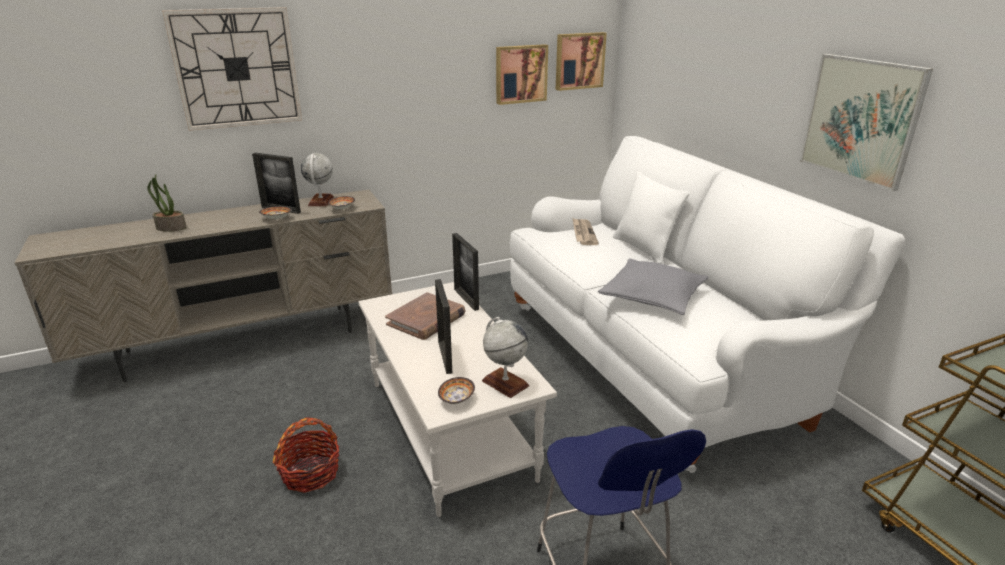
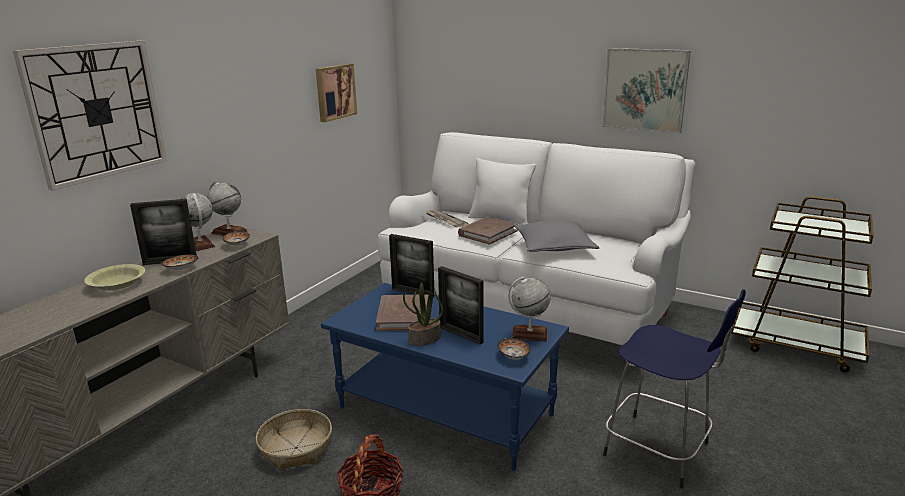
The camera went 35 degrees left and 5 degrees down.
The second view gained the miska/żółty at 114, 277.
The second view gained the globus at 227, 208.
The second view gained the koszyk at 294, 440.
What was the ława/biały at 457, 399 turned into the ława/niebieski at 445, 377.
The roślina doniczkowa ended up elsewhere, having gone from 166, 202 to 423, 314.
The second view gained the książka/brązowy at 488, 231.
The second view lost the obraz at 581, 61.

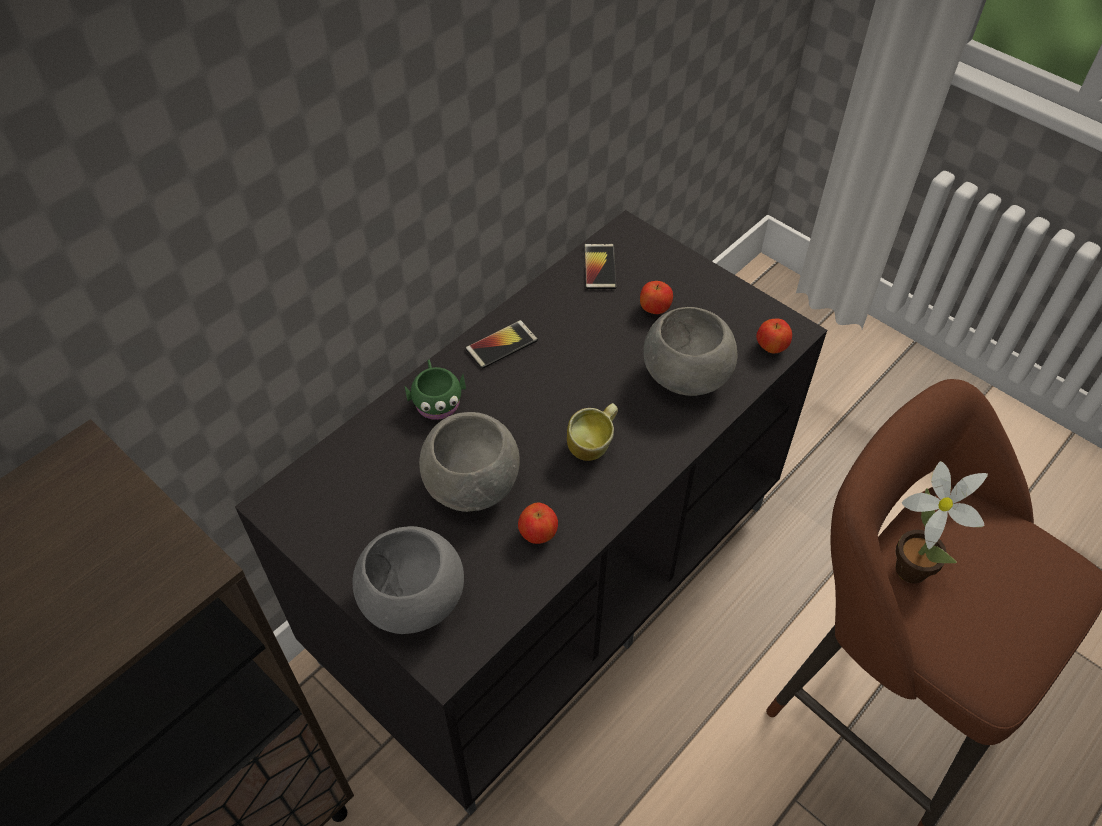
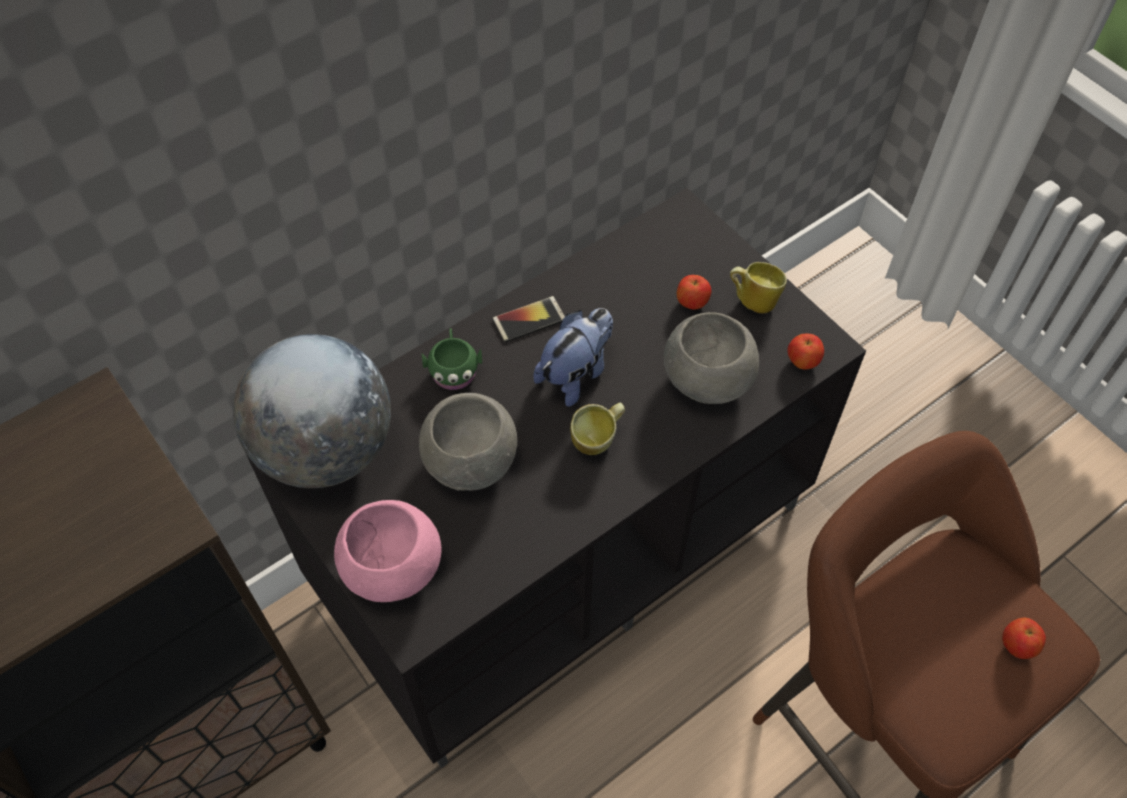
The camera went 10 degrees right and 5 degrees up.
The second view gained the globus at 312, 411.
What was the miska/szary at 408, 580 turned into the miska/różowy at 387, 551.
The second view gained the pluszak at 573, 357.
The second view gained the kubek at 758, 287.
The jabłko ended up elsewhere, having gone from 538, 523 to 1024, 638.
The second view lost the telefon at 600, 266.
The second view lost the roślina doniczkowa at 941, 522.

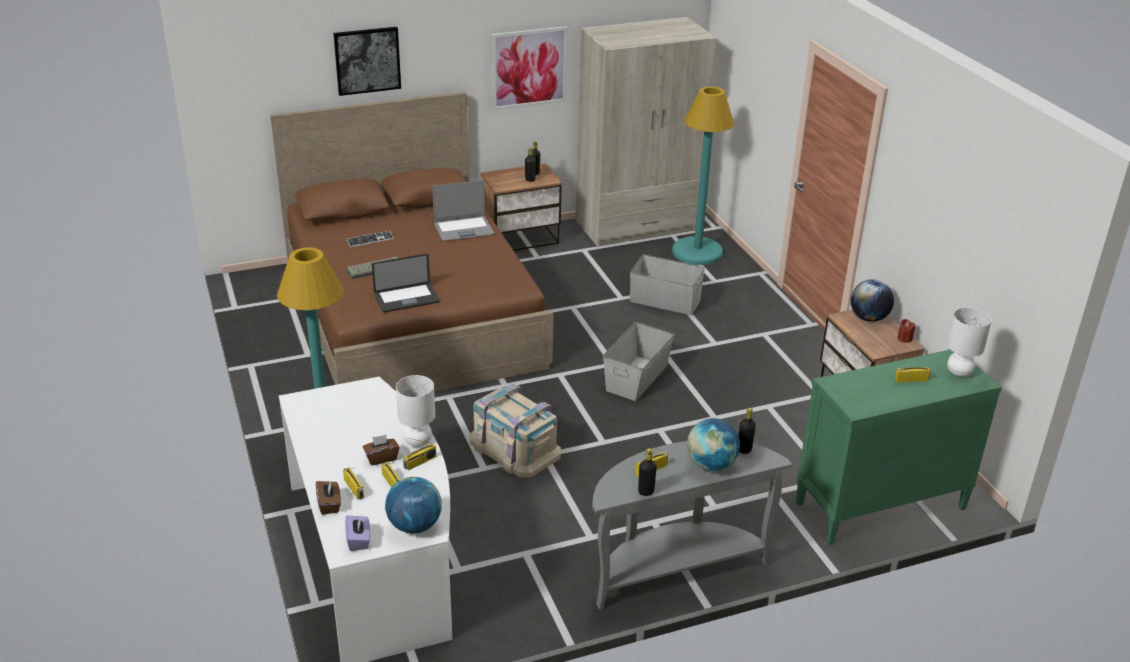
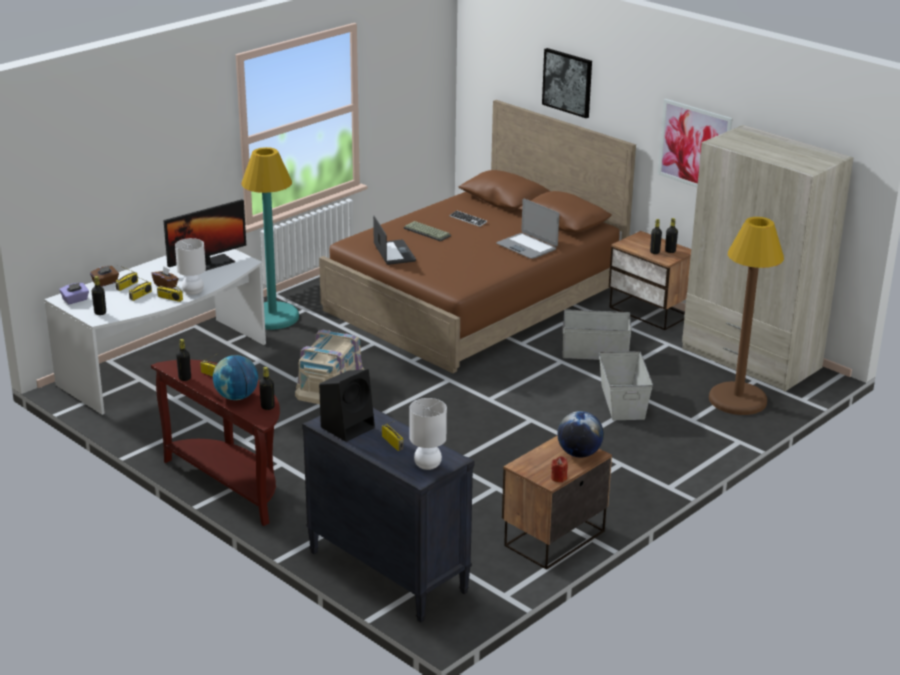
The camera went 65 degrees right and 5 degrees down.
Where the globus stood at 413, 505, the butelka/czarny came to stand at 98, 295.
What was the stolik konsolowy/szary at 692, 525 turned into the stolik konsolowy/brązowy at 215, 443.
The second view gained the monitor at 205, 235.
What was the komoda/zielony at 899, 447 turned into the komoda/czarny at 388, 515.
The second view gained the głośnik/czarny at 347, 405.
The laptop at 405, 283 ended up facing another way, 150 degrees counterclockwise from before.
The pojemnik do przechowywania/szary ended up elsewhere, having gone from 638, 361 to 596, 334.
What was the lampa stojąca/turkusowy at 703, 175 turned into the lampa stojąca/brązowy at 746, 316.

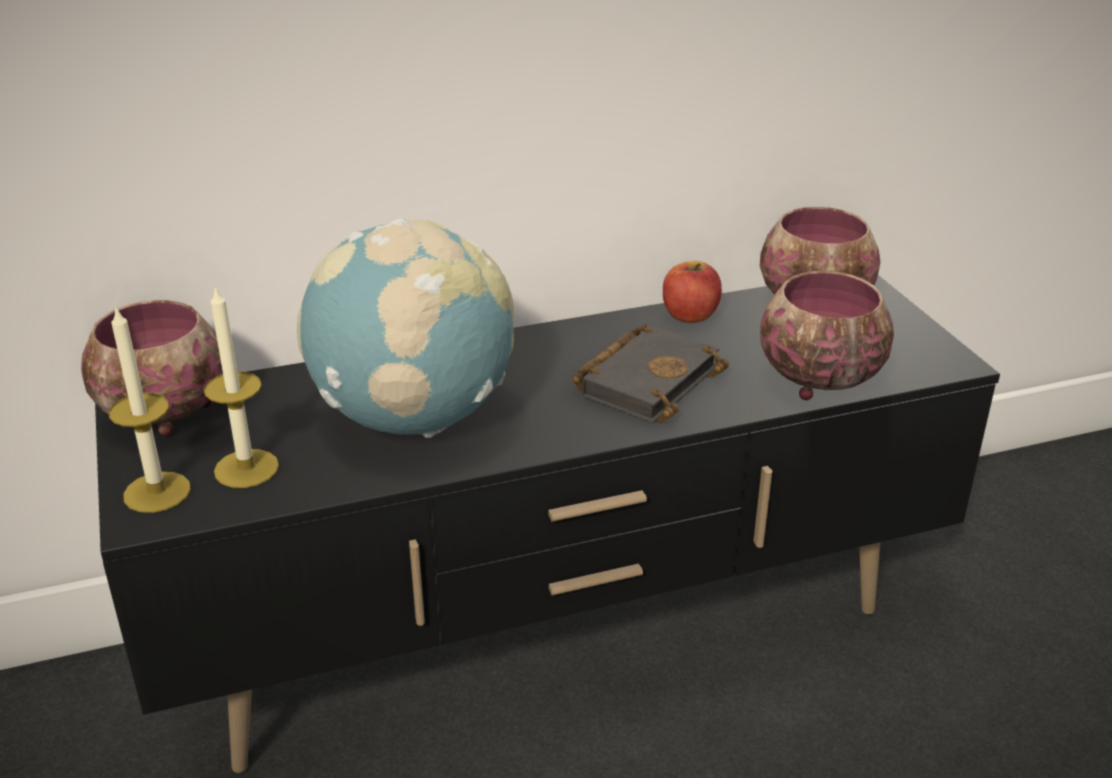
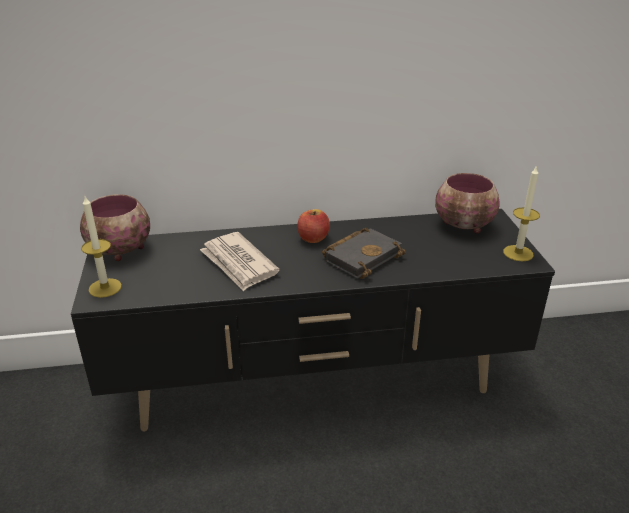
The camera went 10 degrees right and 0 degrees up.
Where the globus stood at 405, 328, the gazeta came to stand at 240, 261.
The jabłko ended up elsewhere, having gone from 692, 292 to 313, 226.
The świeca ended up elsewhere, having gone from 241, 386 to 521, 213.
The second view lost the miska at 827, 335.

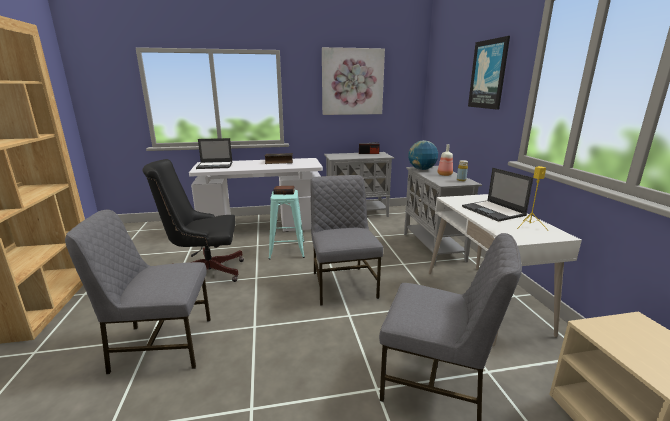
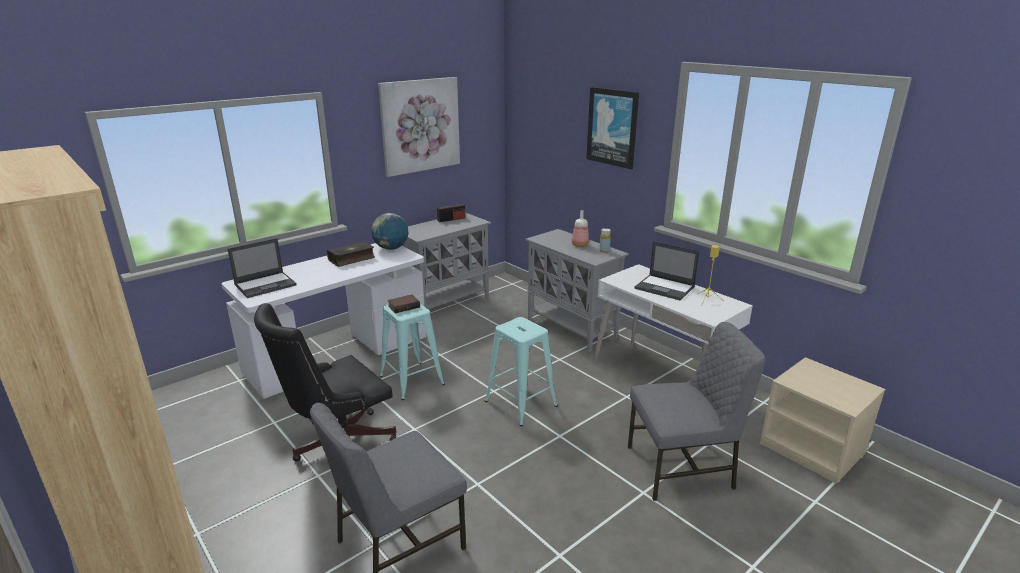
The camera went 30 degrees left and 5 degrees up.
The globus ended up elsewhere, having gone from 423, 155 to 389, 231.
Where the krzesło/szary stood at 346, 240, the stołek/turkusowy came to stand at 521, 371.

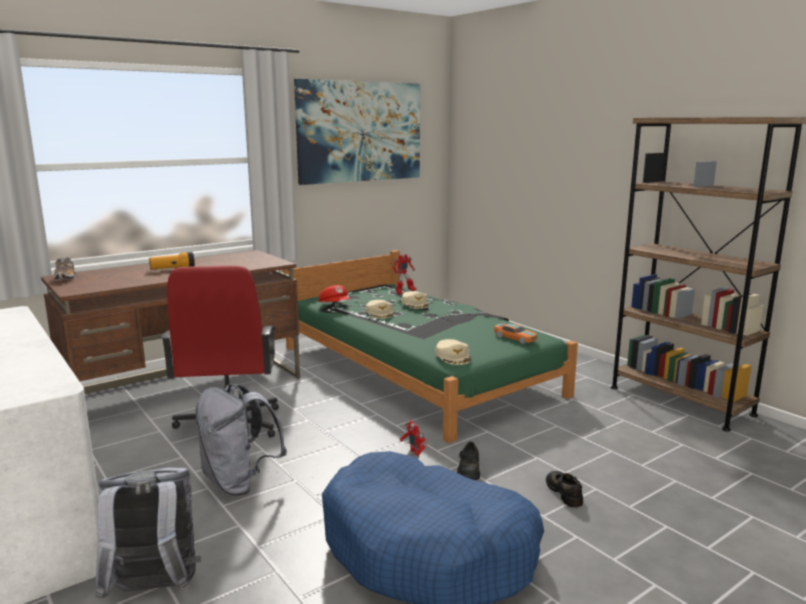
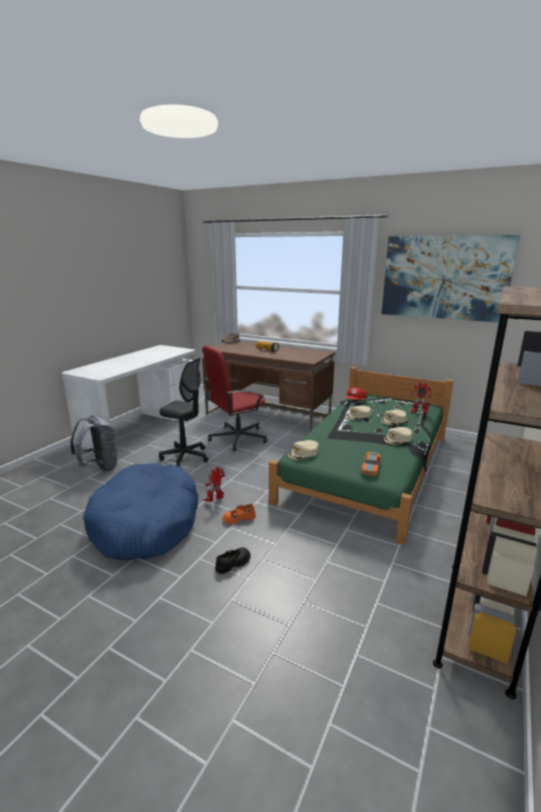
The camera went 65 degrees right and 5 degrees up.
Where the plecak/szary stood at 241, 439, the krzesło biurowe/czarny came to stand at 184, 412.
What was the but/czarny at 468, 461 turned into the but/pomarańczowy at 239, 514.
The second view gained the czapka z daszkiem/beżowy at 398, 436.

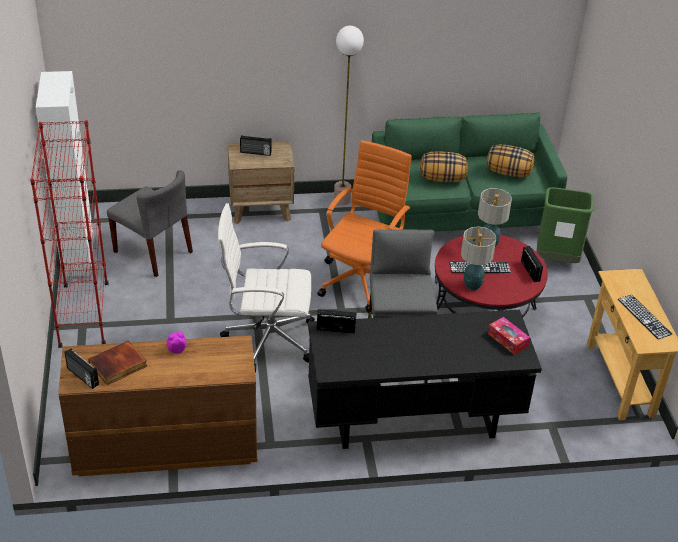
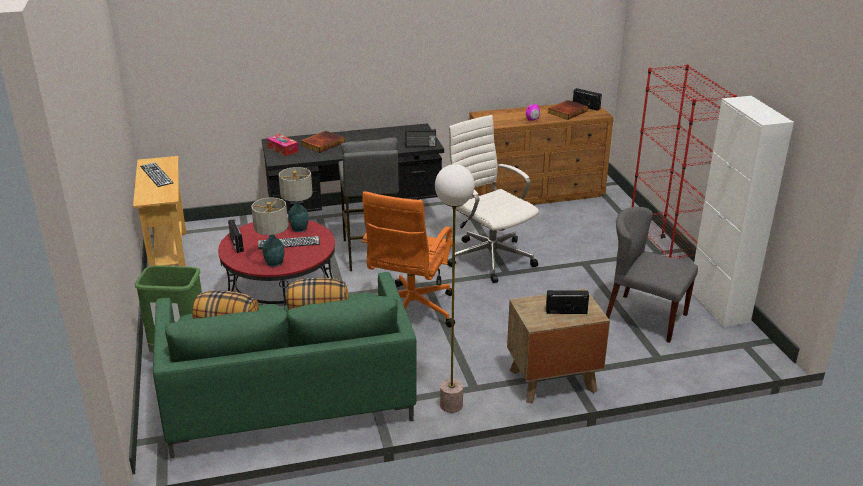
The camera went 175 degrees right and 10 degrees down.
The second view gained the książka at 322, 142.
The krzesło biurowe/biały at 266, 287 ended up facing another way, 120 degrees counterclockwise from before.

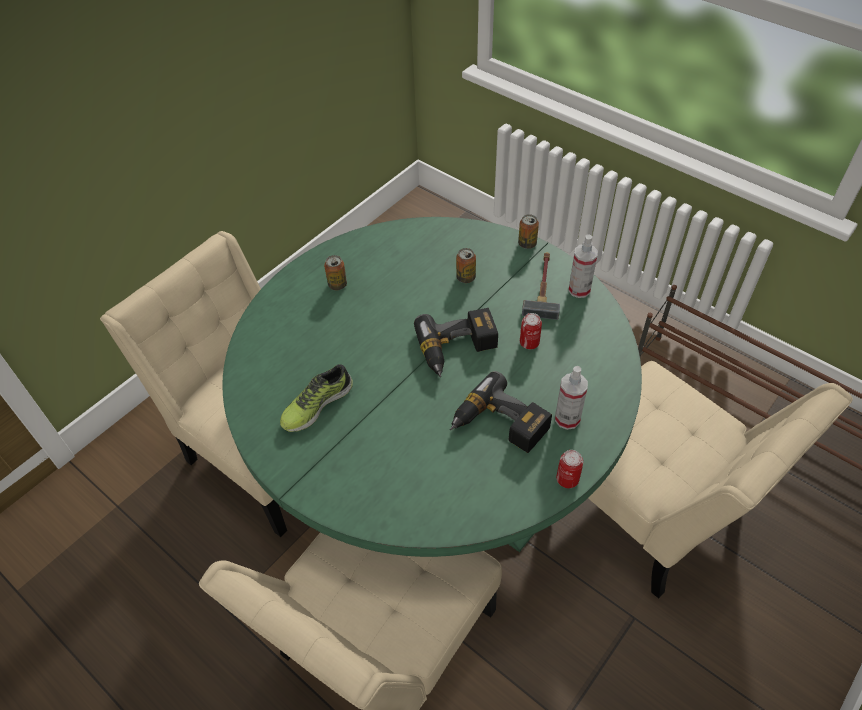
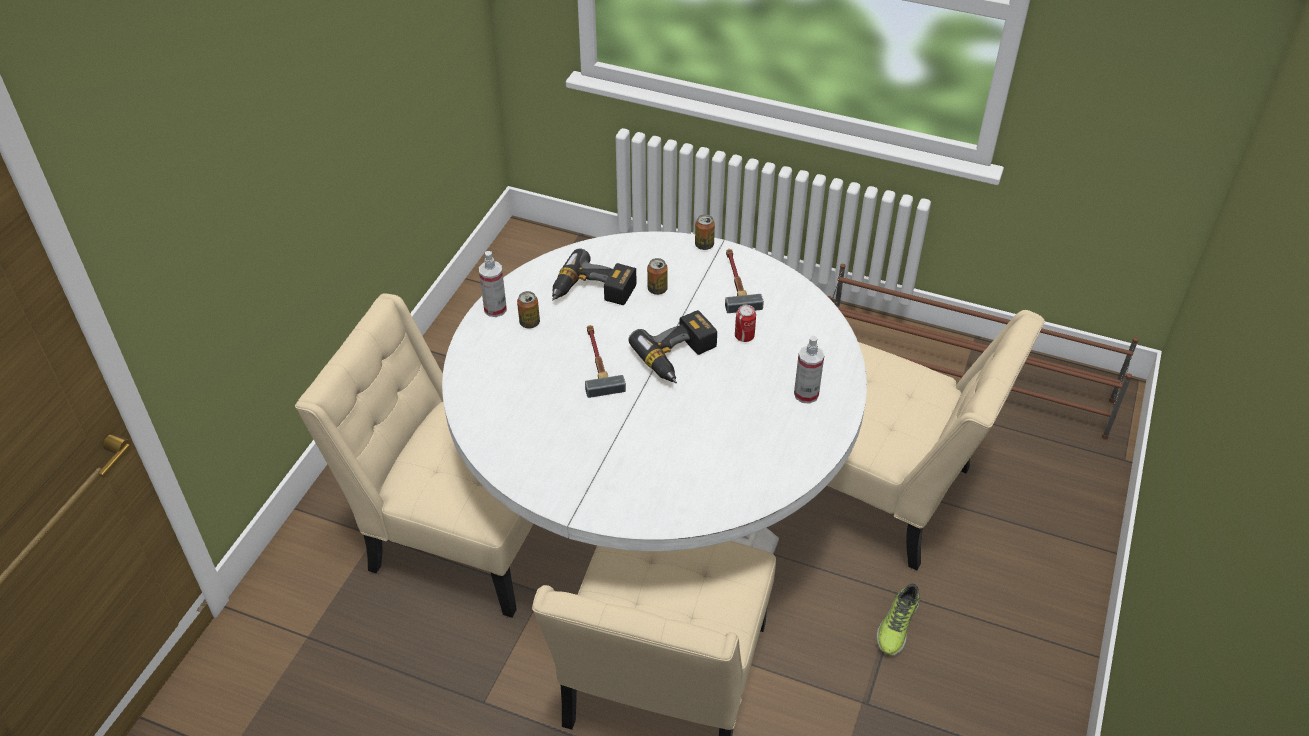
The camera went 20 degrees left and 5 degrees down.
What was the stół jadalny/zielony at 432, 387 turned into the stół jadalny/biały at 654, 393.
The spryskiwacz ended up elsewhere, having gone from 583, 266 to 493, 284.
The wiertarka ended up elsewhere, having gone from 501, 412 to 594, 276.
The second view gained the młotek at 605, 361.
The but ended up elsewhere, having gone from 316, 398 to 897, 619.
The second view lost the puszka at 569, 469.

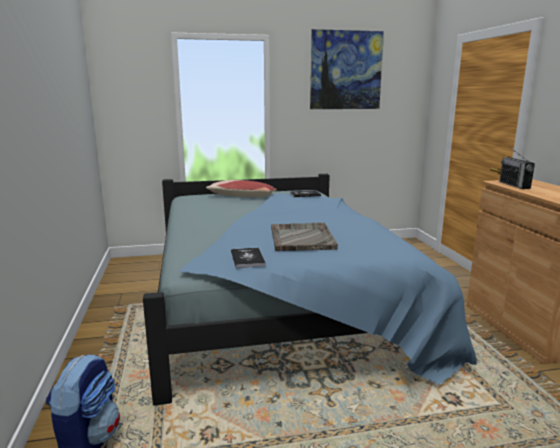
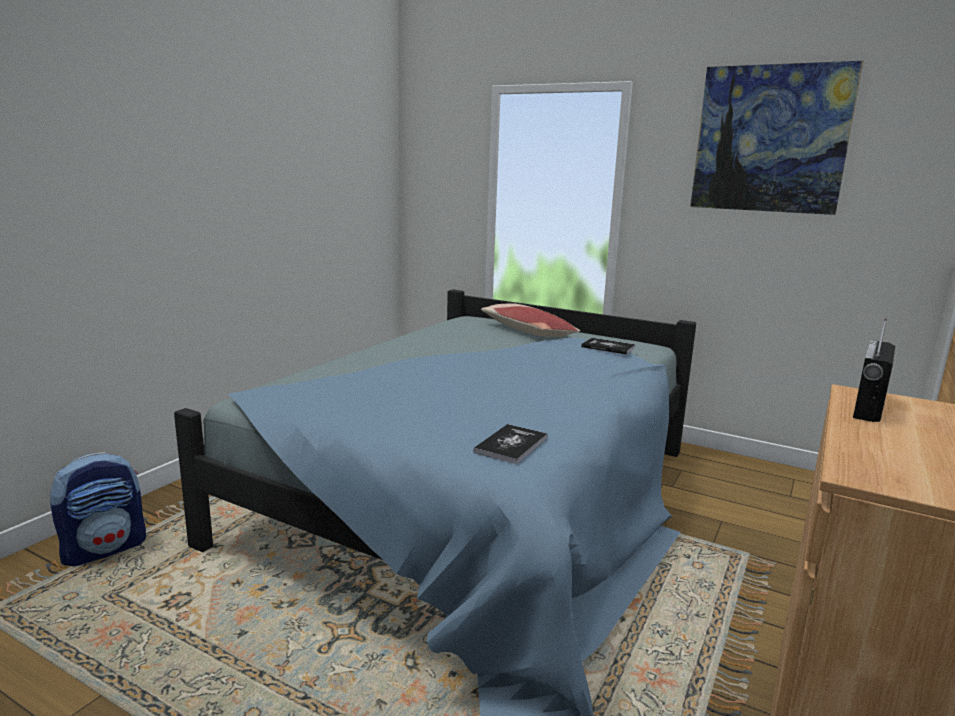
The camera went 40 degrees right and 0 degrees up.
The książka ended up elsewhere, having gone from 248, 257 to 511, 444.
The second view lost the taca/szary at 304, 236.

